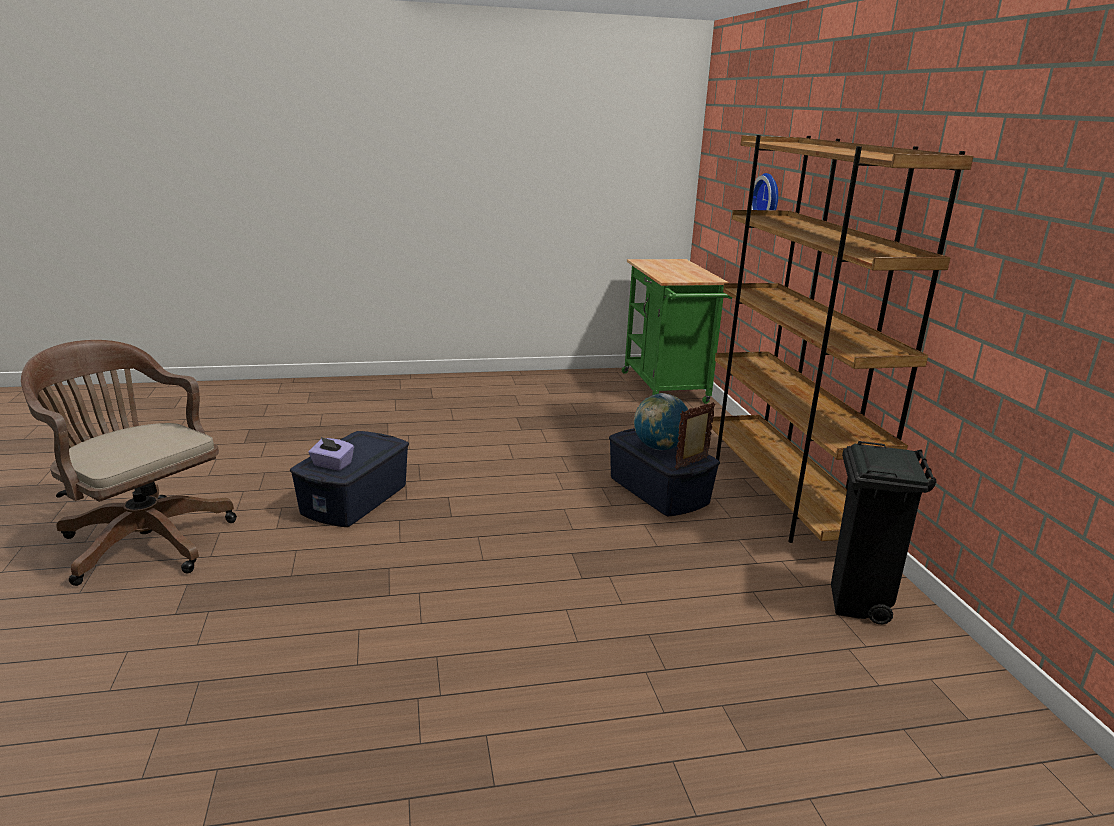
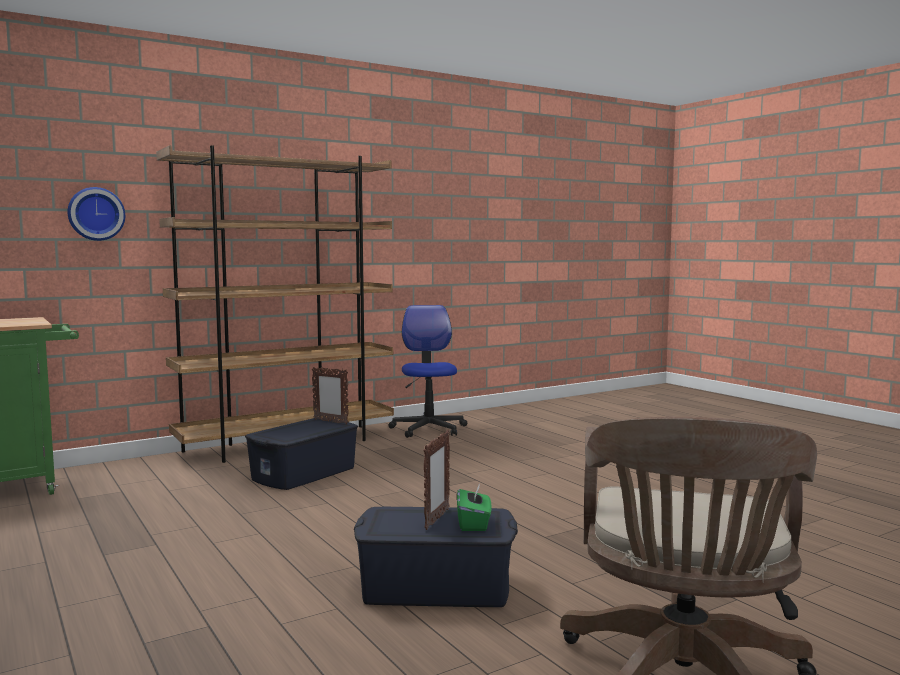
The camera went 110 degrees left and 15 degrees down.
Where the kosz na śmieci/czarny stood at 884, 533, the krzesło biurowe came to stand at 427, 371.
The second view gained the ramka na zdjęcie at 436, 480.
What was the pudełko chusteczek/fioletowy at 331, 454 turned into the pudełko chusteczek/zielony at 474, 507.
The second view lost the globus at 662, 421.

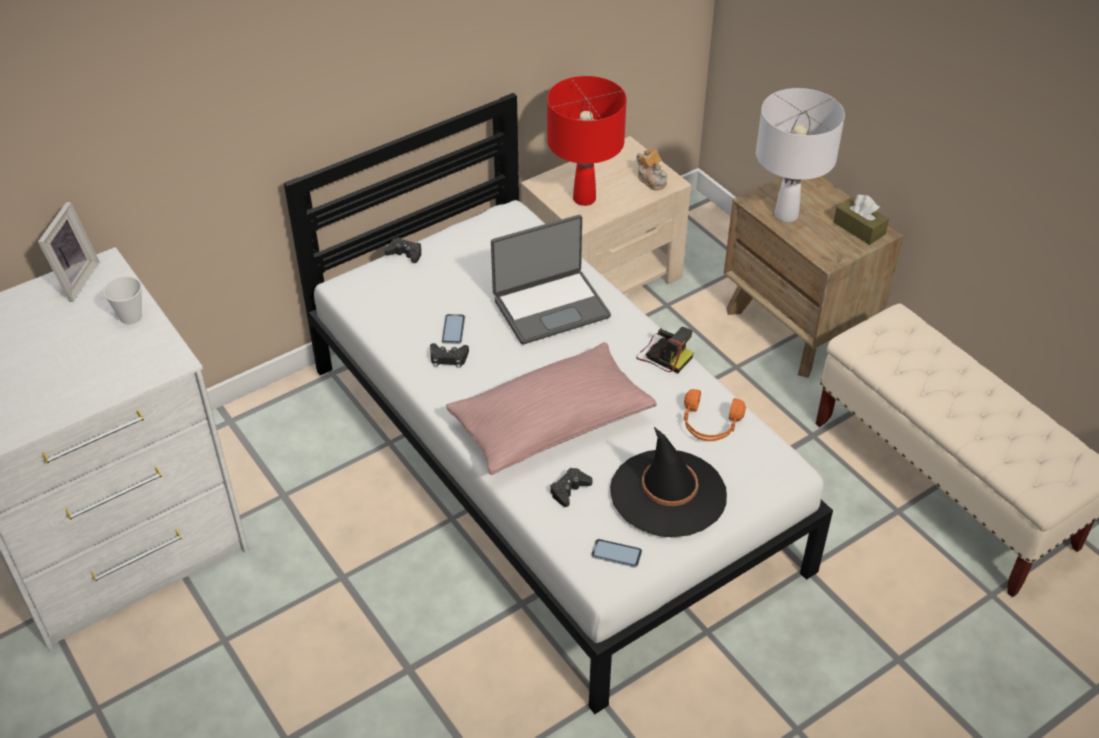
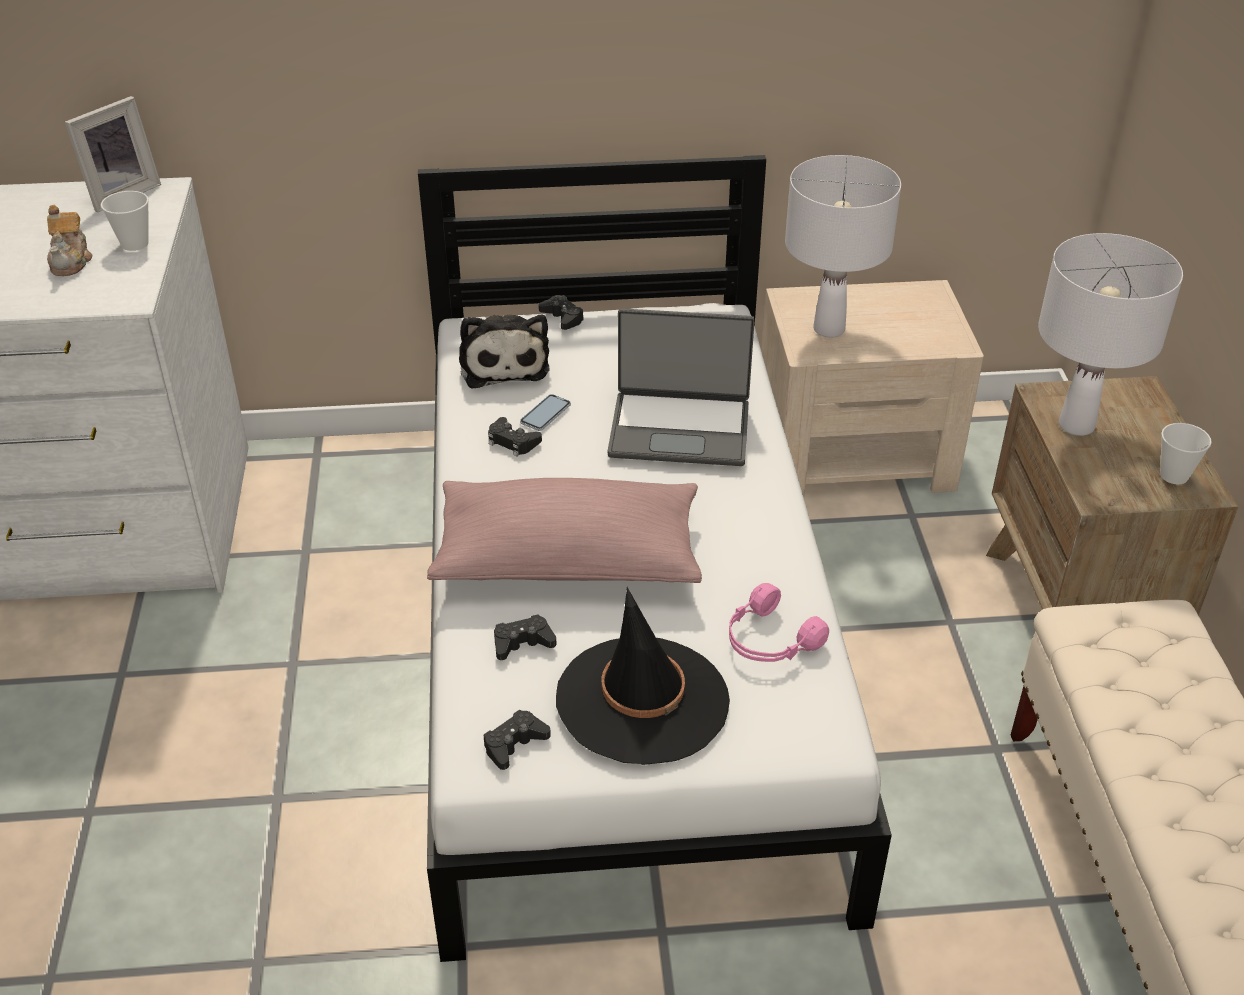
The camera went 30 degrees right and 5 degrees down.
The imbryk ended up elsewhere, having gone from 652, 169 to 70, 240.
The second view gained the pluszak at 504, 352.
Where the telefon stood at 616, 553, the pad do gier/czarny came to stand at 517, 740.
What was the słuchawki/pomarańczowy at 715, 415 turned into the słuchawki/różowy at 779, 622.
What was the lampa stołowa/czerwony at 587, 141 turned into the lampa stołowa/biały at 843, 246.
Where the pudełko chusteczek/brązowy stood at 861, 220, the filiżanka came to stand at 1186, 453.
The second view lost the aparat fotograficzny at 664, 350.

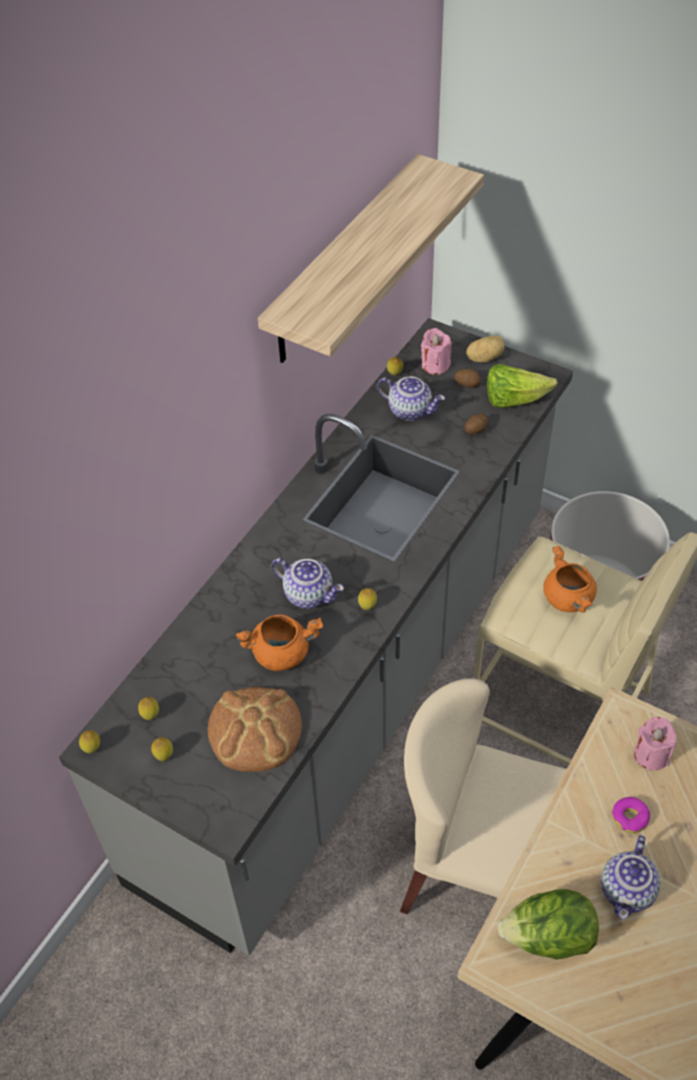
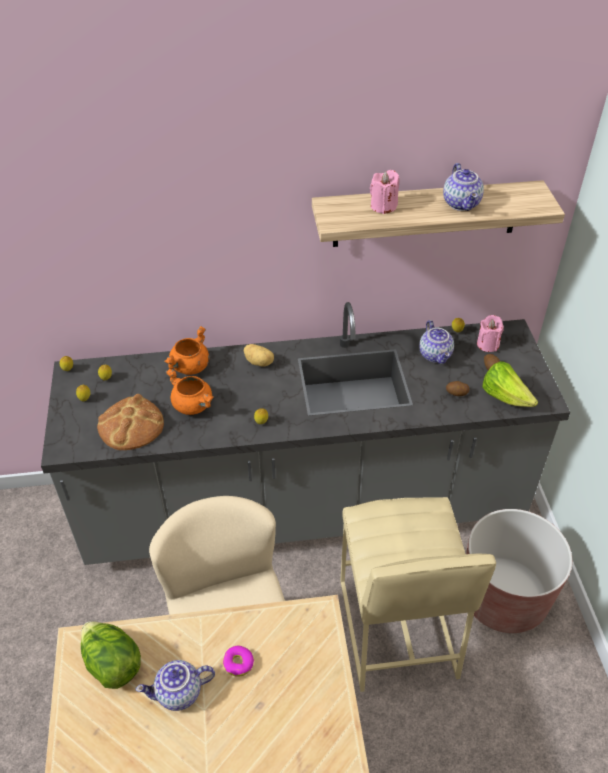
The camera went 50 degrees right and 5 degrees down.
The garnek/pomarańczowy ended up elsewhere, having gone from 570, 579 to 186, 350.
The ziemniak ended up elsewhere, having gone from 485, 349 to 259, 355.
The świeca/różowy ended up elsewhere, having gone from 655, 743 to 384, 192.
The imbryk ended up elsewhere, having gone from 307, 583 to 463, 187.

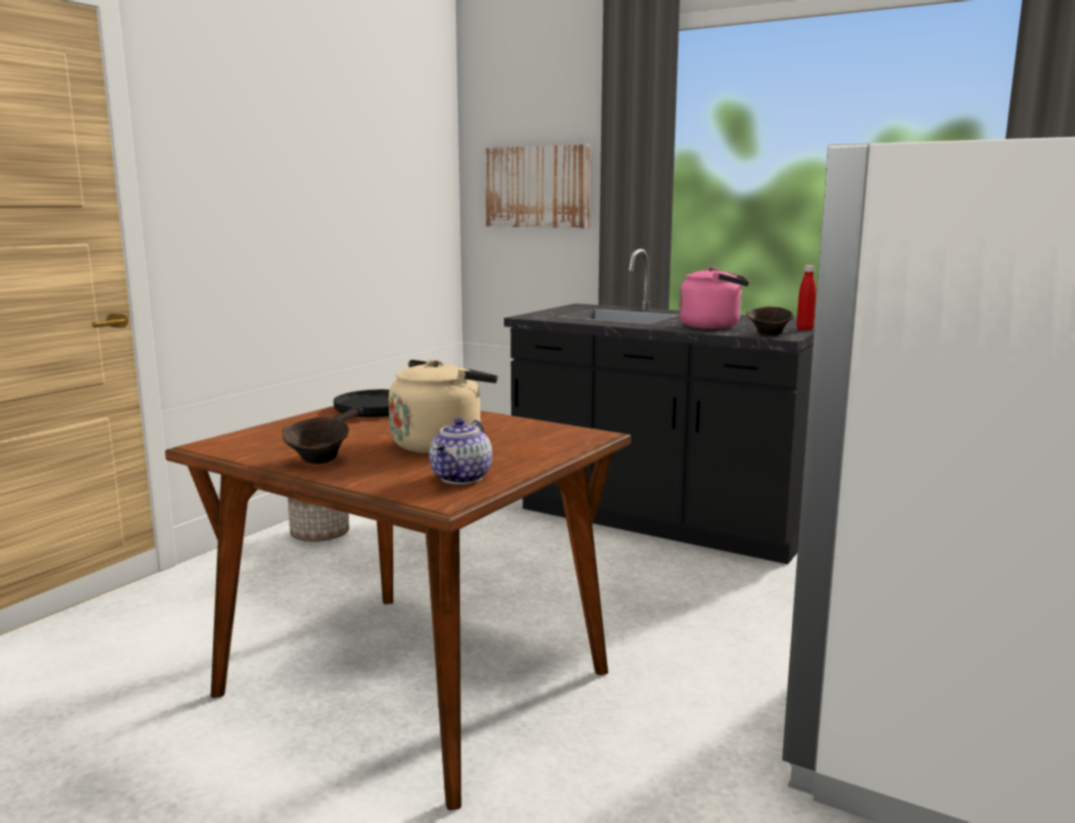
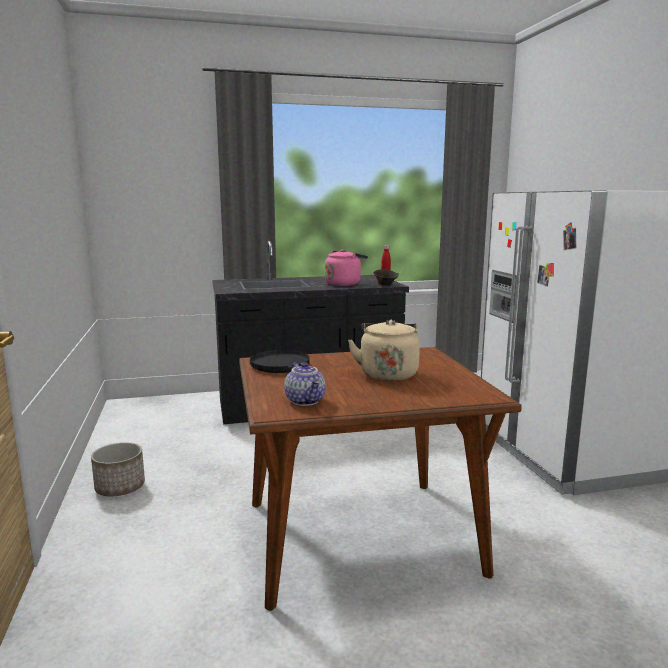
The camera went 45 degrees left and 0 degrees up.
The imbryk ended up elsewhere, having gone from 460, 451 to 305, 384.
The second view lost the miska/brązowy at 315, 440.
The second view lost the obraz at 537, 186.

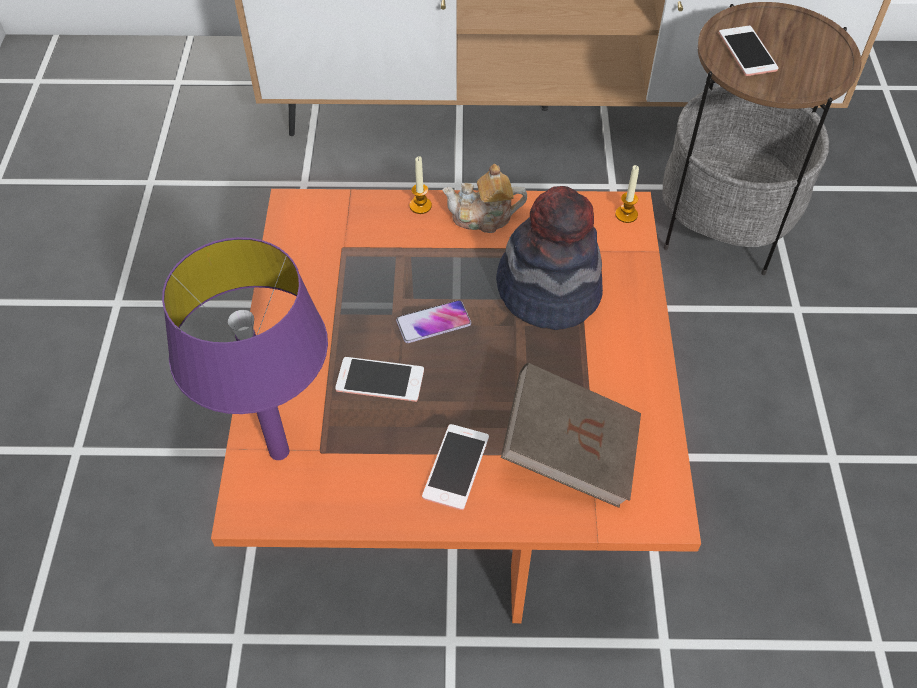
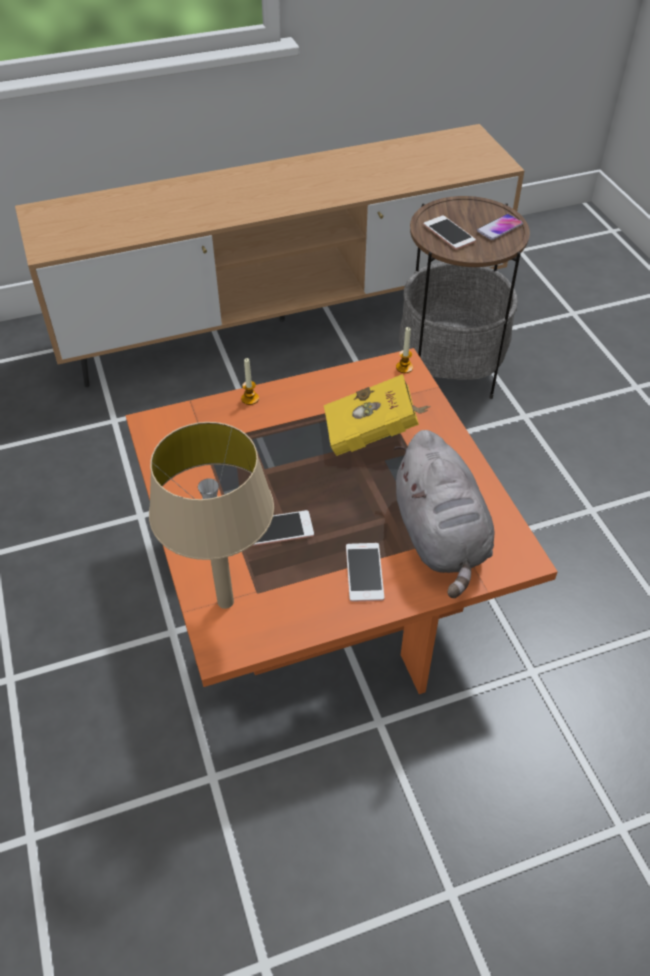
The camera went 20 degrees left and 5 degrees down.
What was the lampa stołowa/fioletowy at 245, 348 turned into the lampa stołowa/beżowy at 211, 515.
Where the kapelusz stood at 549, 258, the książka/żółty came to stand at 377, 415.
Where the książka/brązowy stood at 571, 435, the pluszak/szary came to stand at 443, 514.
The telefon ended up elsewhere, having gone from 433, 321 to 500, 227.
The second view lost the imbryk at 484, 198.

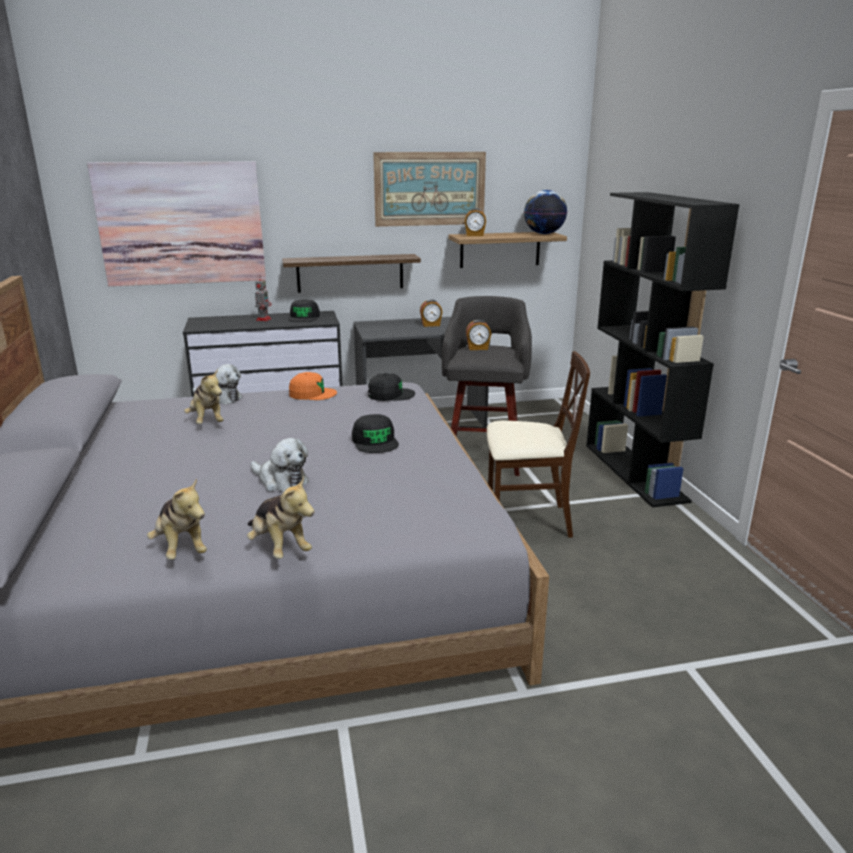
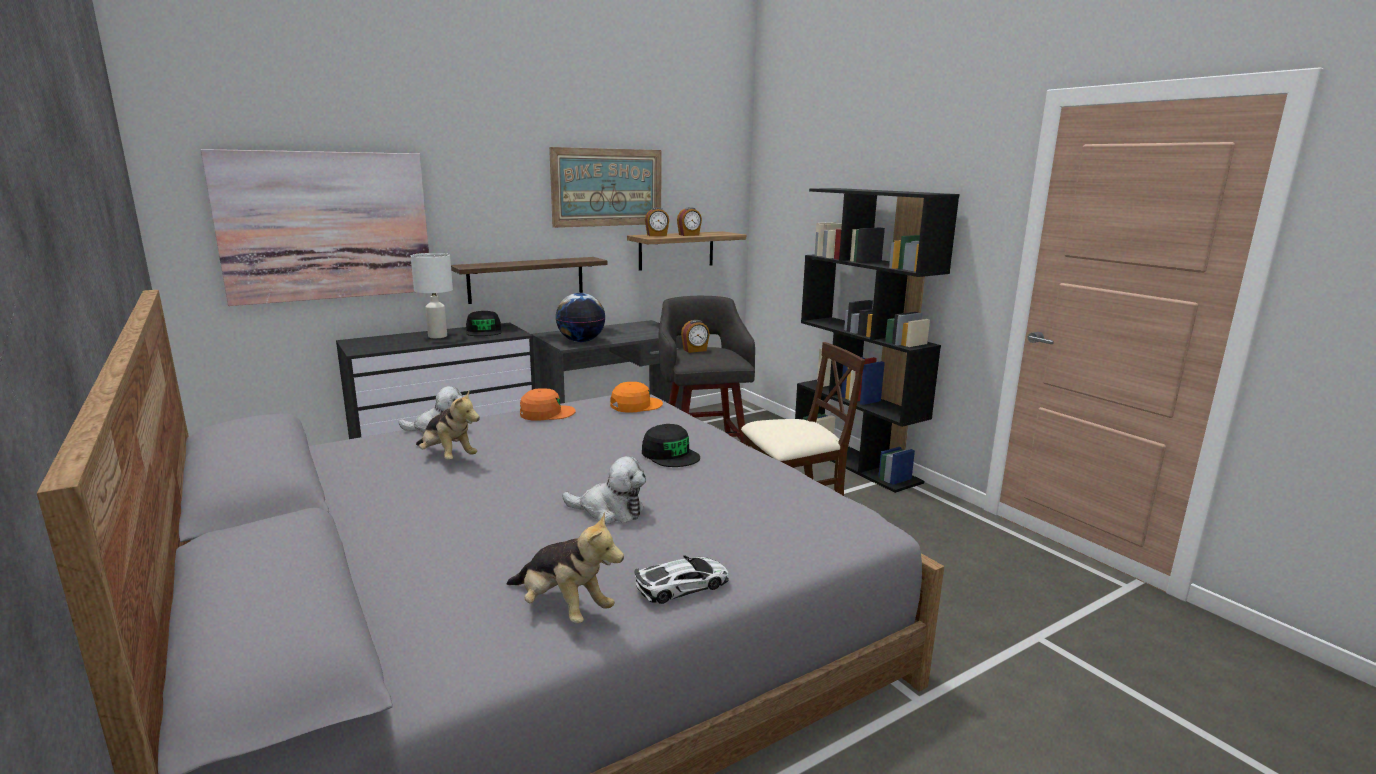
The camera went 20 degrees left and 5 degrees down.
Where the robot zabawkowy stood at 263, 298, the lampa stołowa/biały came to stand at 432, 295.
The globus ended up elsewhere, having gone from 545, 212 to 580, 317.
What was the czapka z daszkiem/czarny at 391, 387 turned into the czapka z daszkiem/pomarańczowy at 636, 397.
Where the pluszak stood at 280, 517, the samochodzik came to stand at 681, 579.
The budzik ended up elsewhere, having gone from 431, 313 to 689, 221.

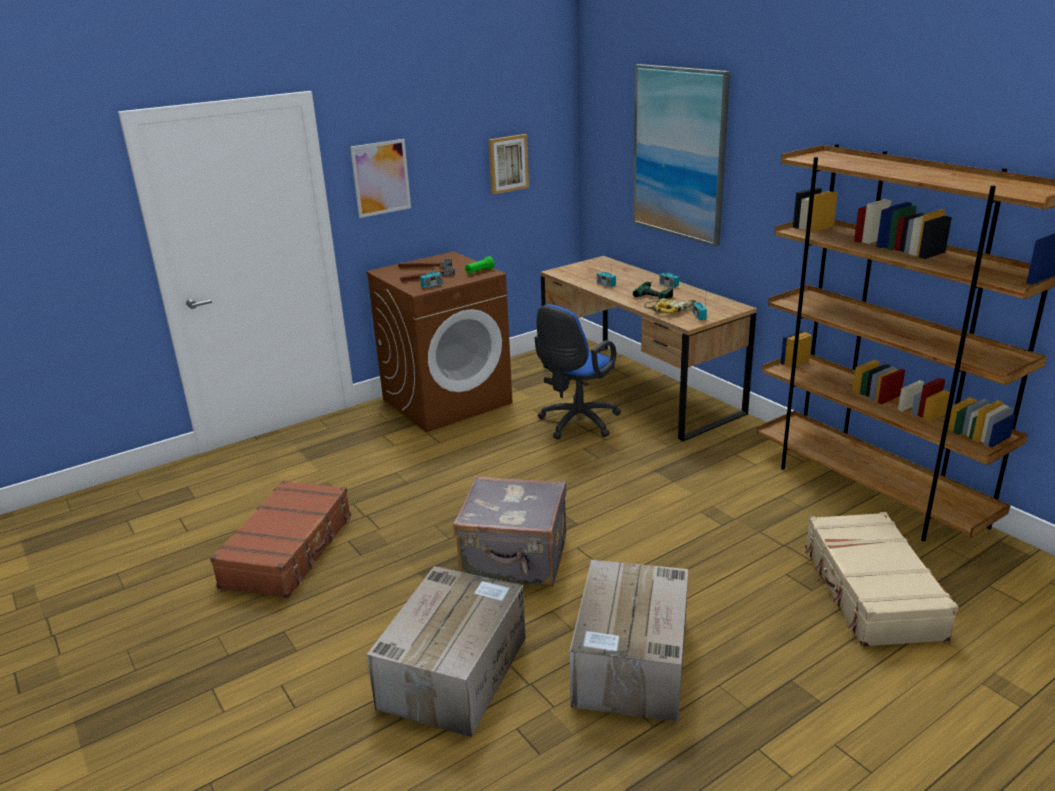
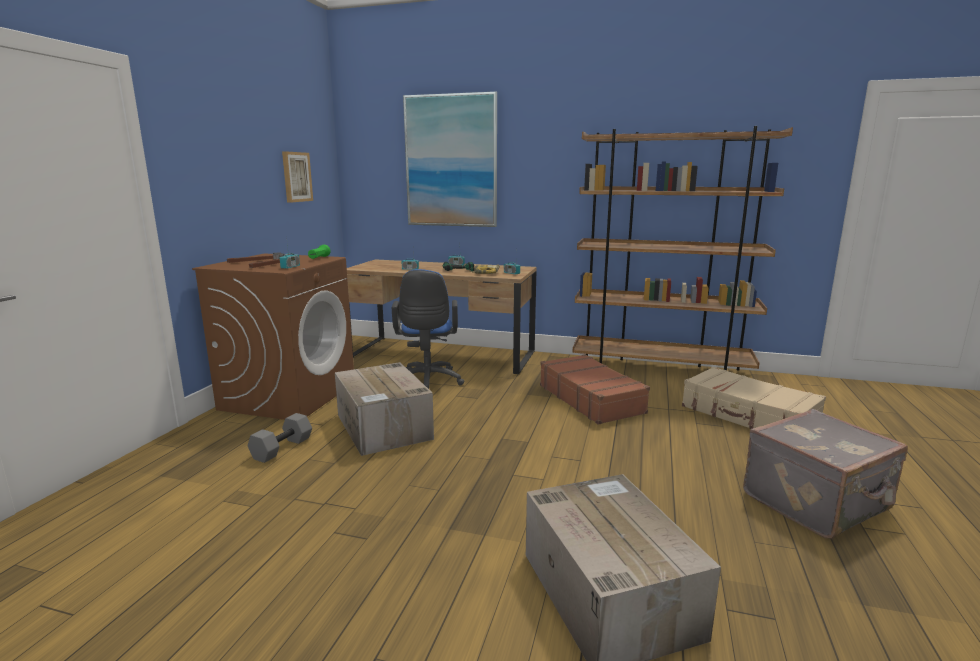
The camera went 40 degrees left and 10 degrees down.
The second view gained the hantel/szary at 280, 438.
The karton ended up elsewhere, having gone from 629, 640 to 384, 409.
The walizka/brązowy ended up elsewhere, having gone from 280, 539 to 595, 389.
The walizka/szary ended up elsewhere, having gone from 509, 531 to 825, 474.
The second view lost the obraz at 380, 178.

